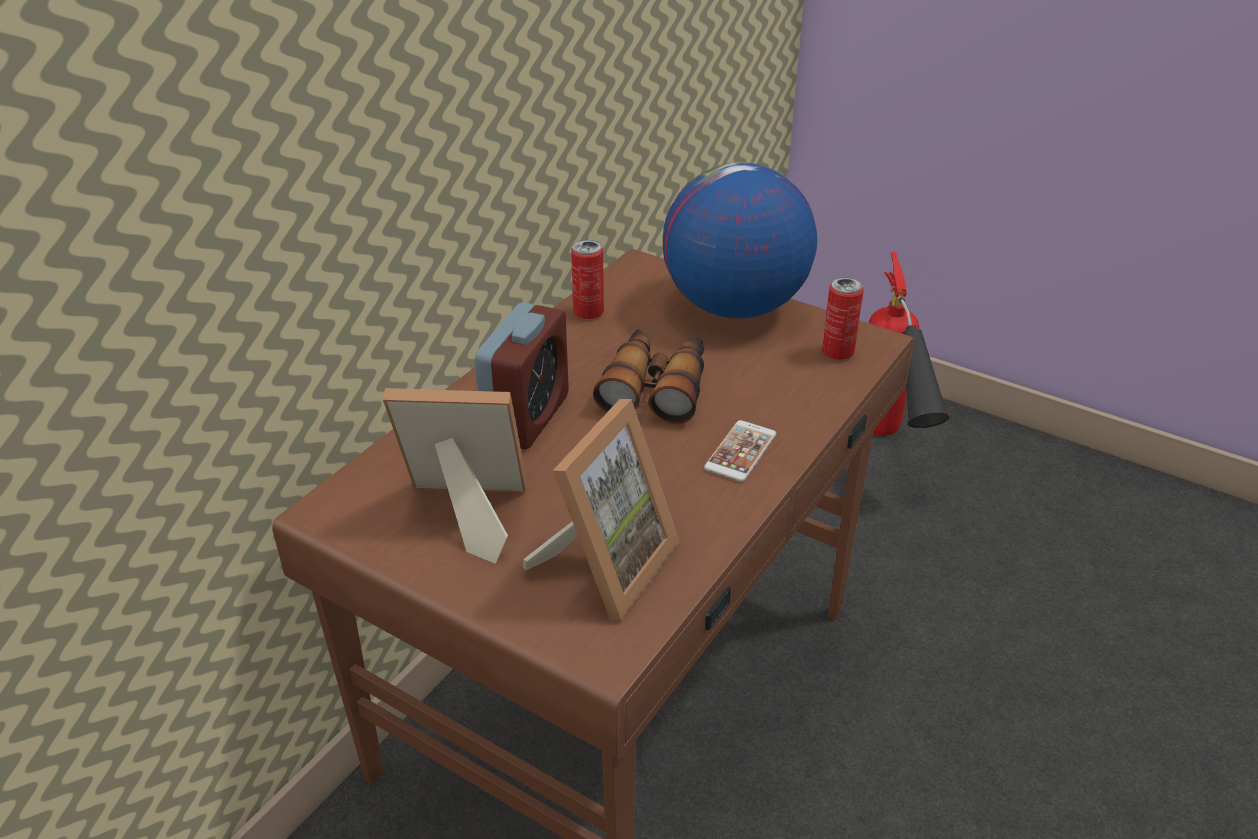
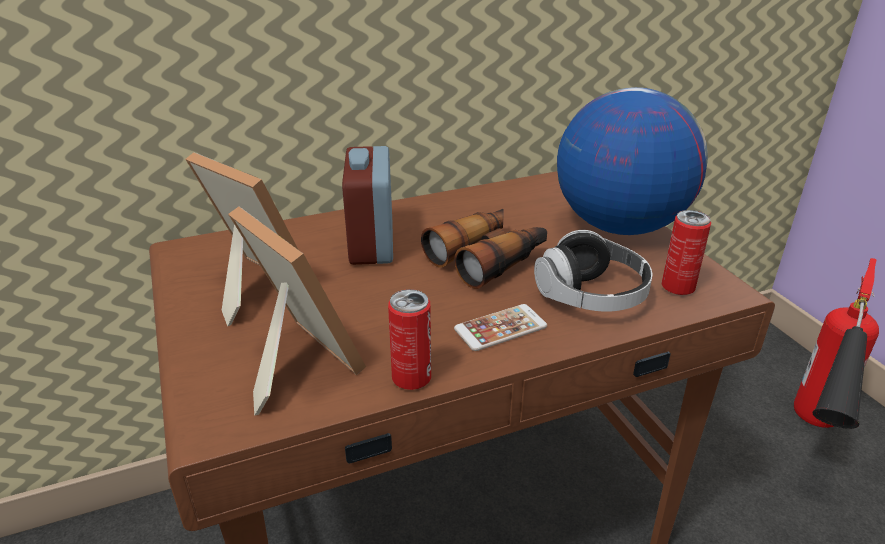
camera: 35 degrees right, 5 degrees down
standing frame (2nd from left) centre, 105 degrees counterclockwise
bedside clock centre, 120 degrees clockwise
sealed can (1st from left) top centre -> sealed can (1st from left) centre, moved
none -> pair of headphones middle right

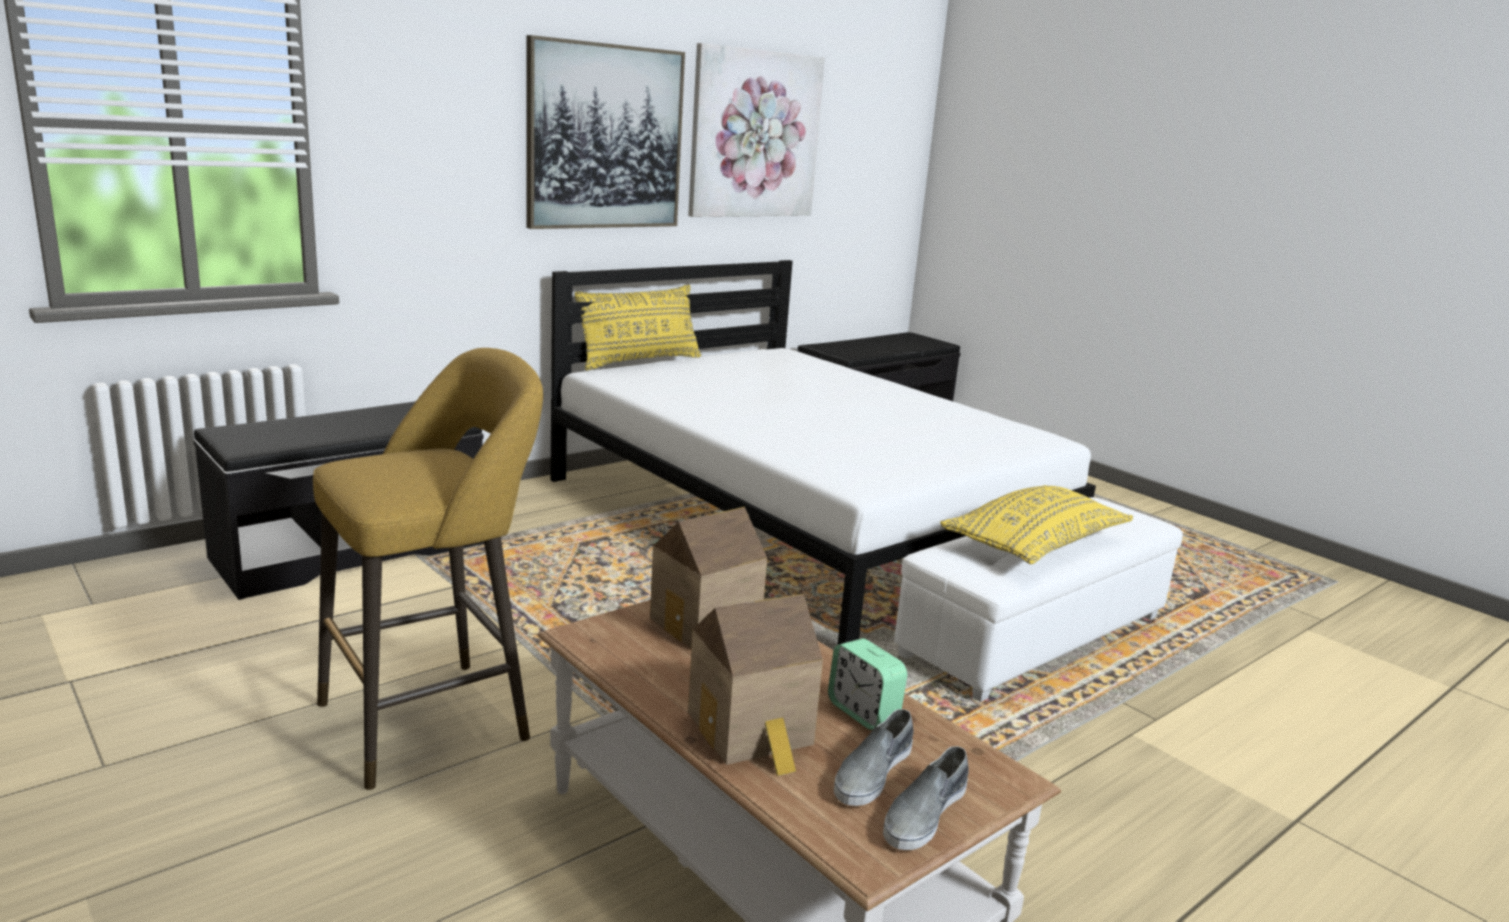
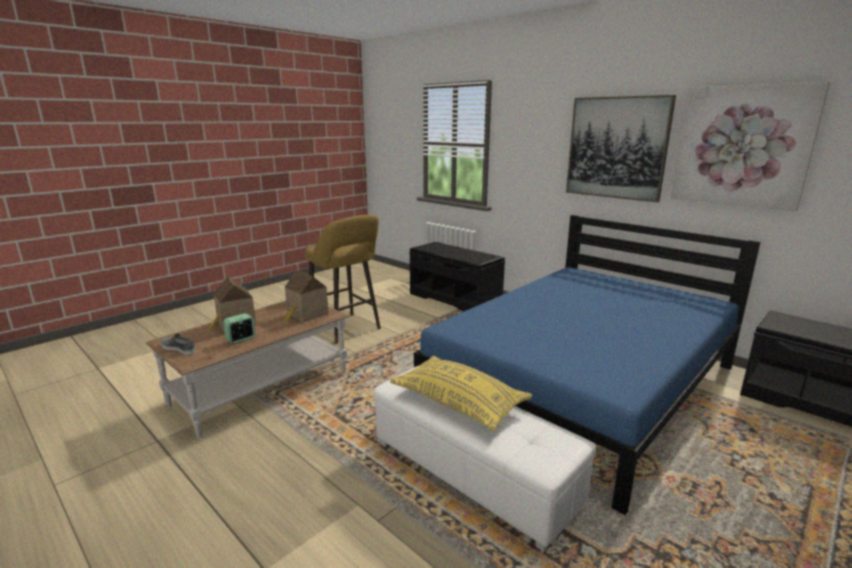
camera: 85 degrees right, 0 degrees up
white-coloured sleeping bed centre -> blue-coloured sleeping bed middle right
yellow cushion (1st from left) centre -> none
greyish item of footwear (1st from left) bottom centre -> none

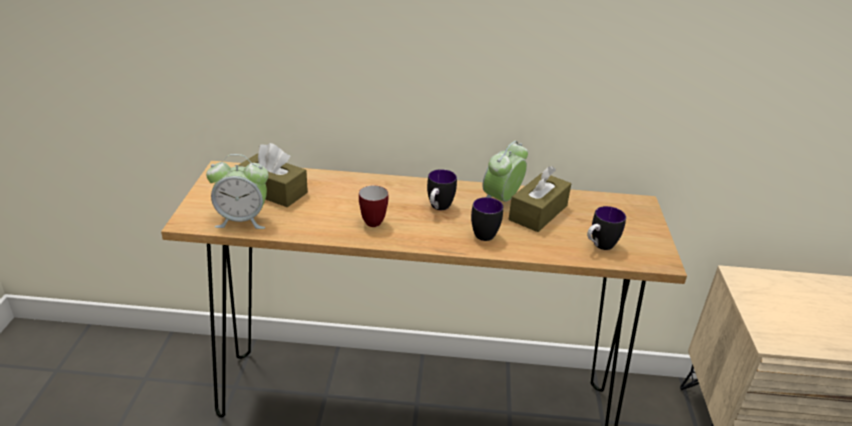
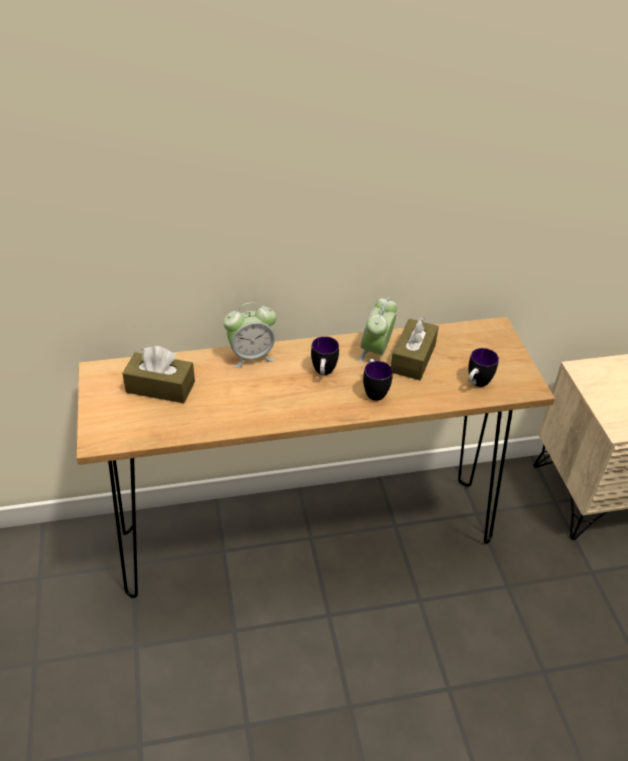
camera: 15 degrees left, 10 degrees up
bedside clock (1st from left) middle left -> bedside clock (1st from left) centre, moved
tea mug (1st from left) centre -> none

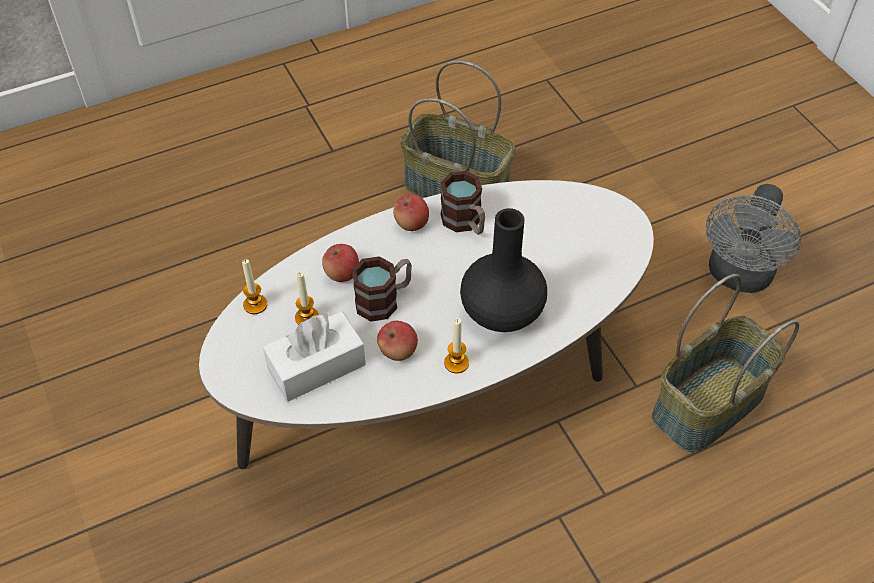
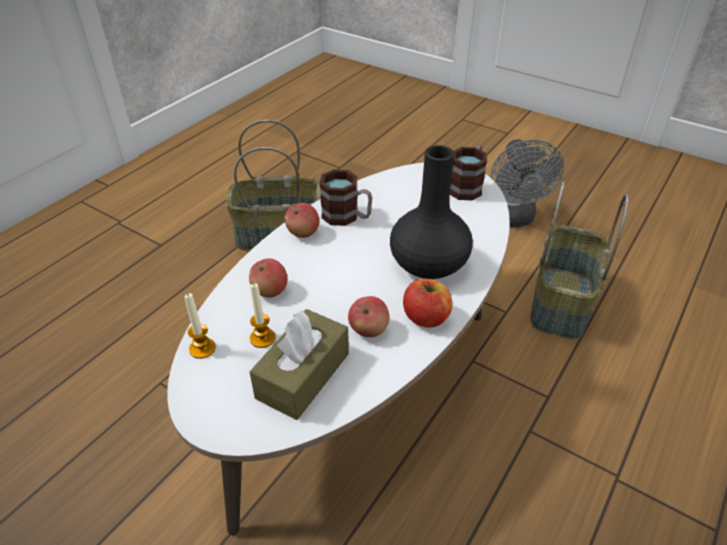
camera: 30 degrees left, 10 degrees down
white-coloured box of tissues centre -> brown box of tissues bottom centre
wax light (3rd from left) centre -> apple fruit (4th from left) centre
tea mug (1st from left in the first image) centre -> tea mug (2nd from left) top centre, moved

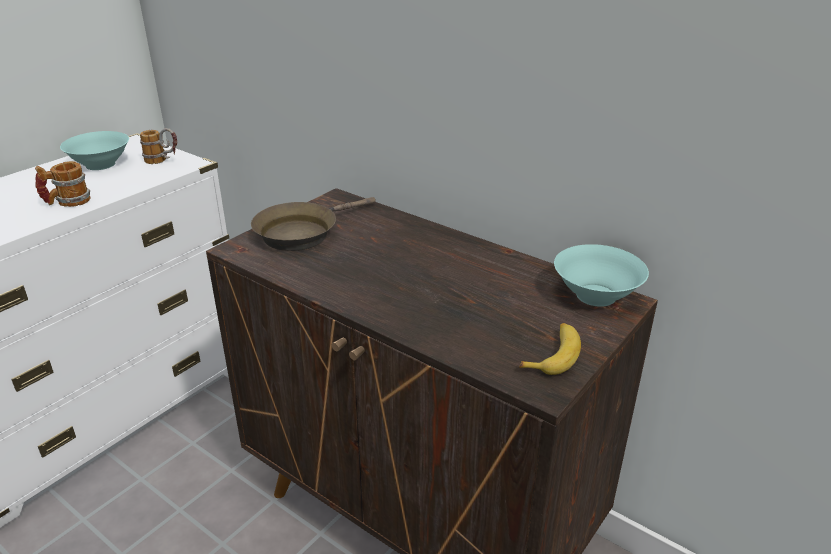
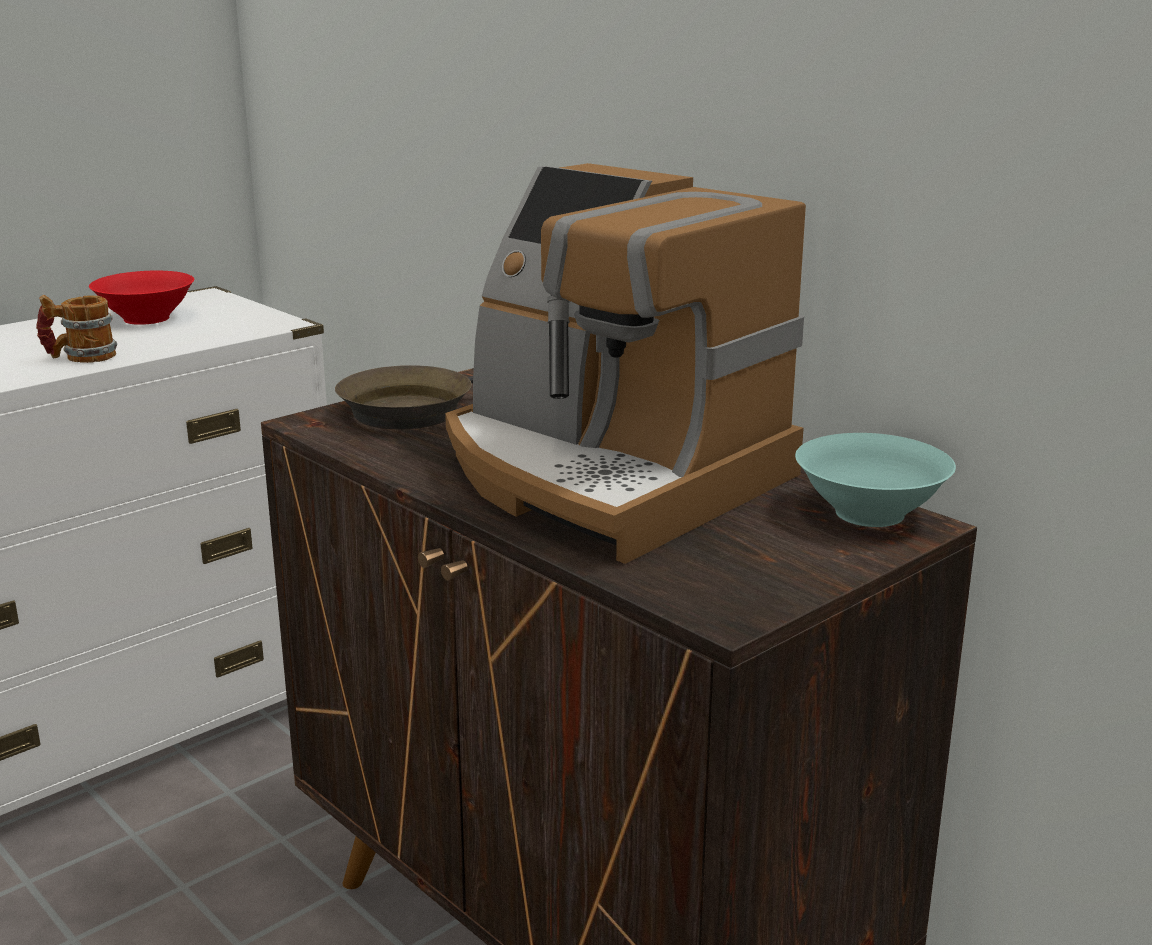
camera: 10 degrees right, 10 degrees down
blue-green deep dish (1st from left) top left -> red-coloured deep dish top left
none -> coffee maker centre
tea mug (2nd from left) top left -> none
banana fruit centre -> none

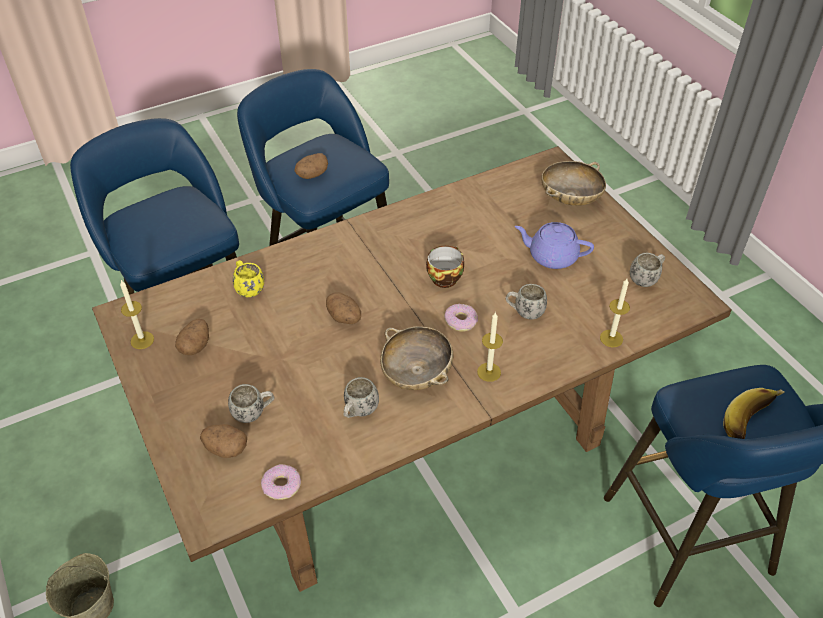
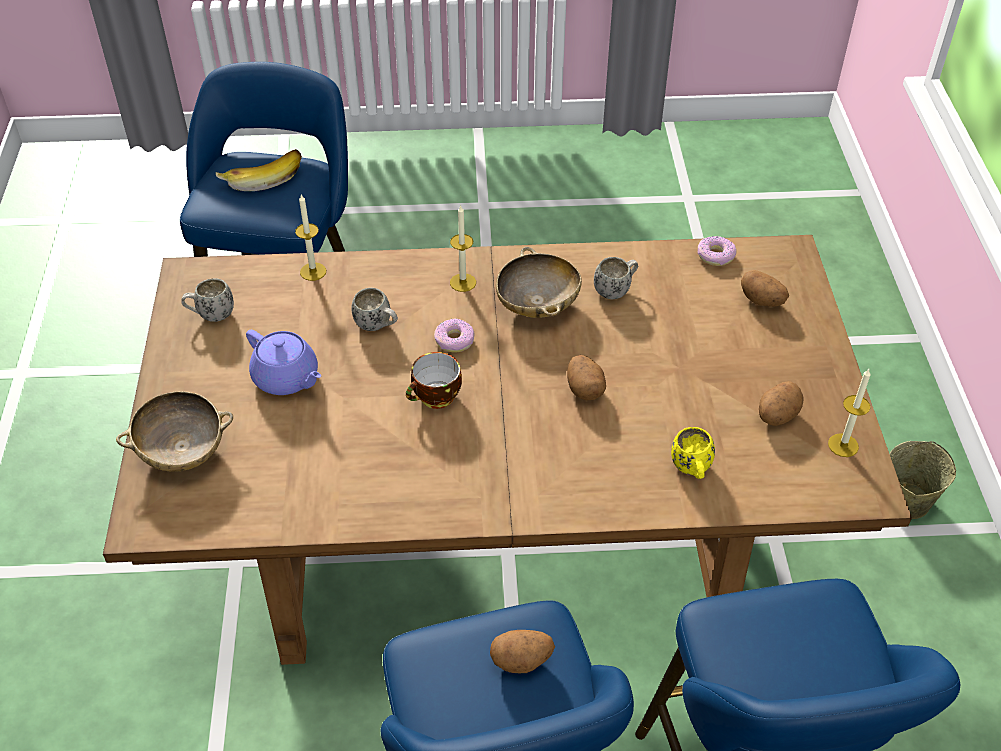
camera: 155 degrees left, 0 degrees up
white-coloured tea mug (1st from left) middle left -> none

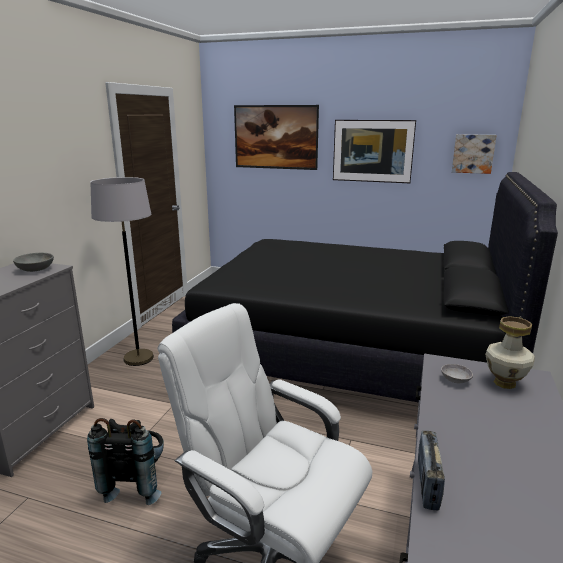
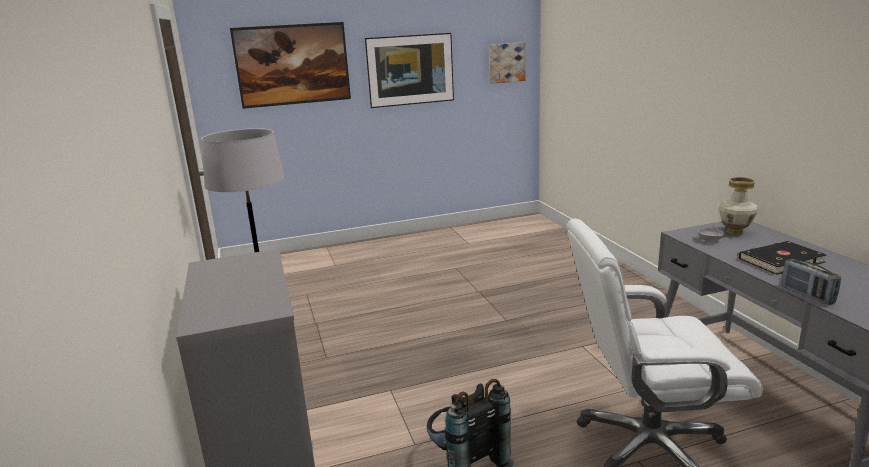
camera: 35 degrees left, 0 degrees up
none -> black-coloured volume middle right
greyish deep dish (1st from left) middle left -> none
black-coloured sleeping bed centre -> none

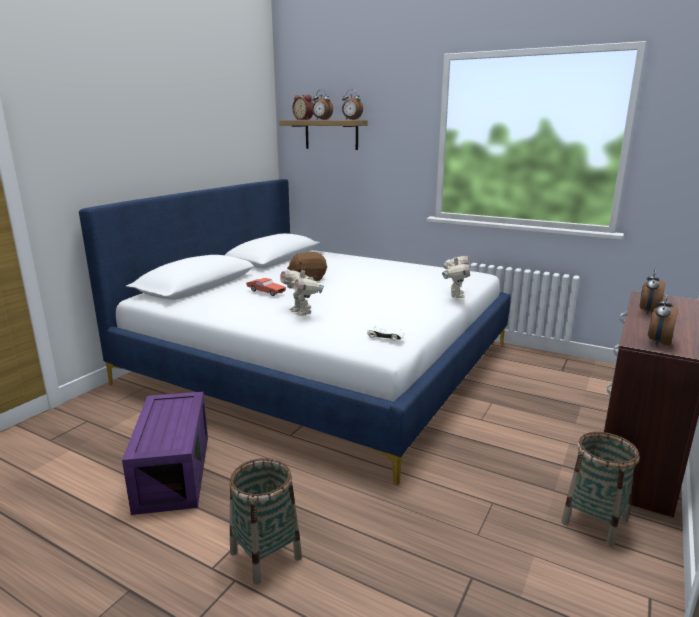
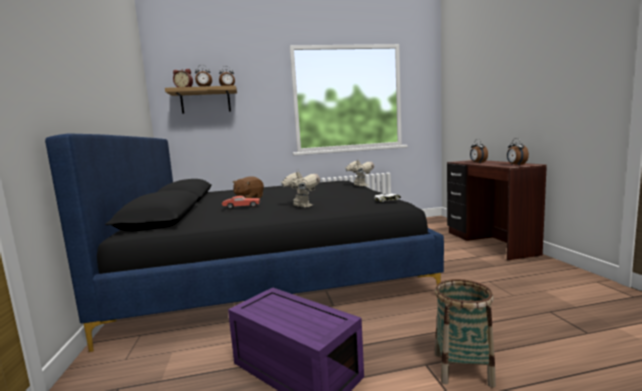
camera: 40 degrees left, 10 degrees down
white-coloured sleeping bed centre -> black-coloured sleeping bed centre
model robot (1st from left) centre, 150 degrees counterclockwise
basket (2nd from left) bottom right -> none

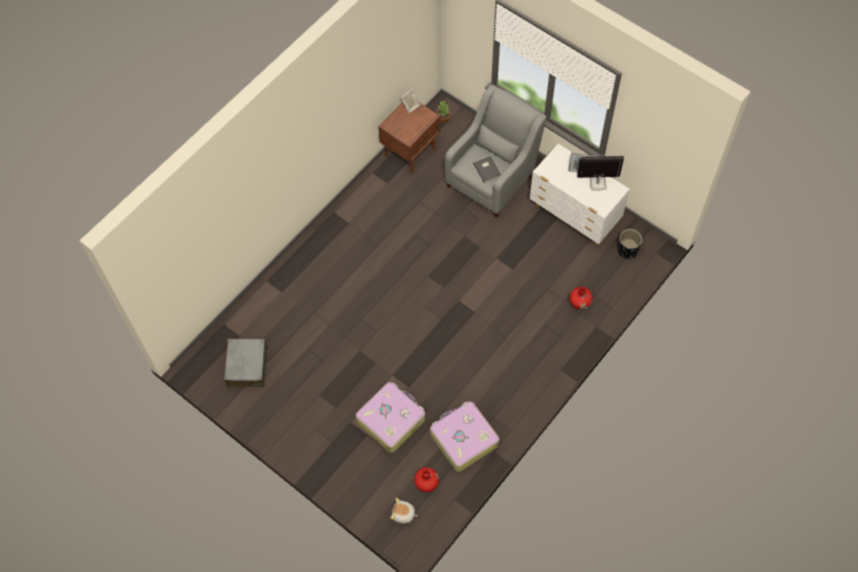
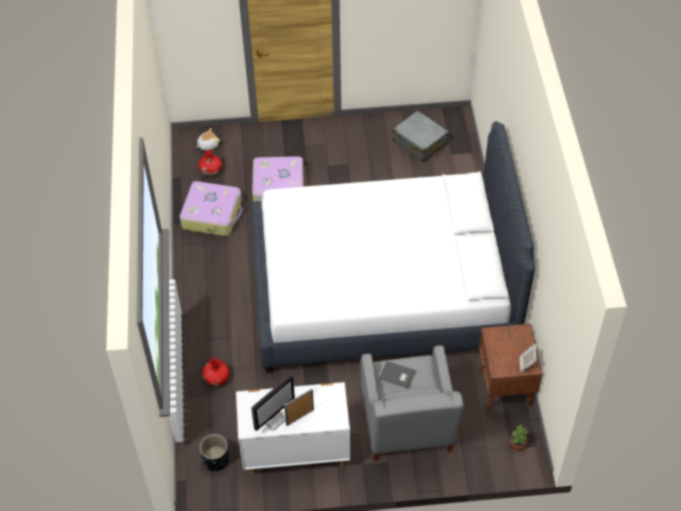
camera: 135 degrees right, 10 degrees down
none -> white-coloured sleeping bed centre

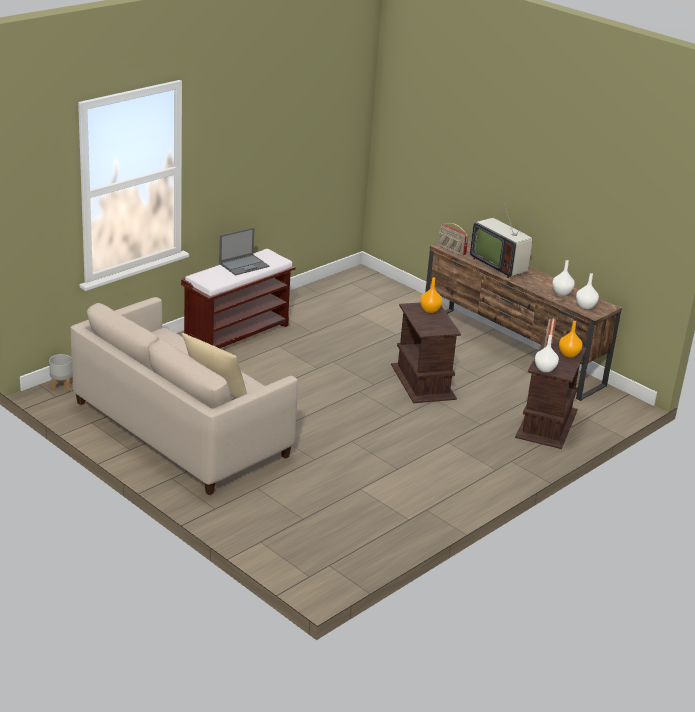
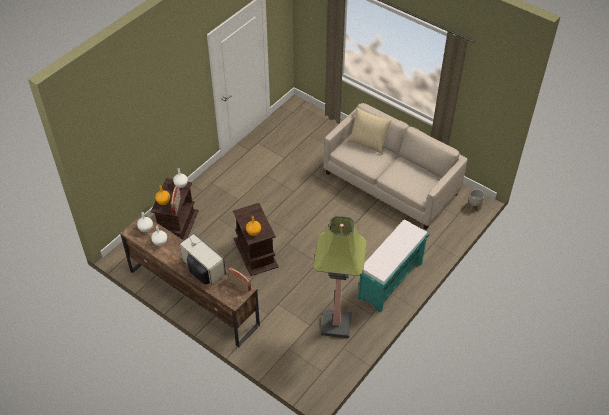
camera: 175 degrees right, 20 degrees up
none -> standard lamp bottom centre
brown indoor bench centre -> blue-green indoor bench centre
notebook computer centre -> none

